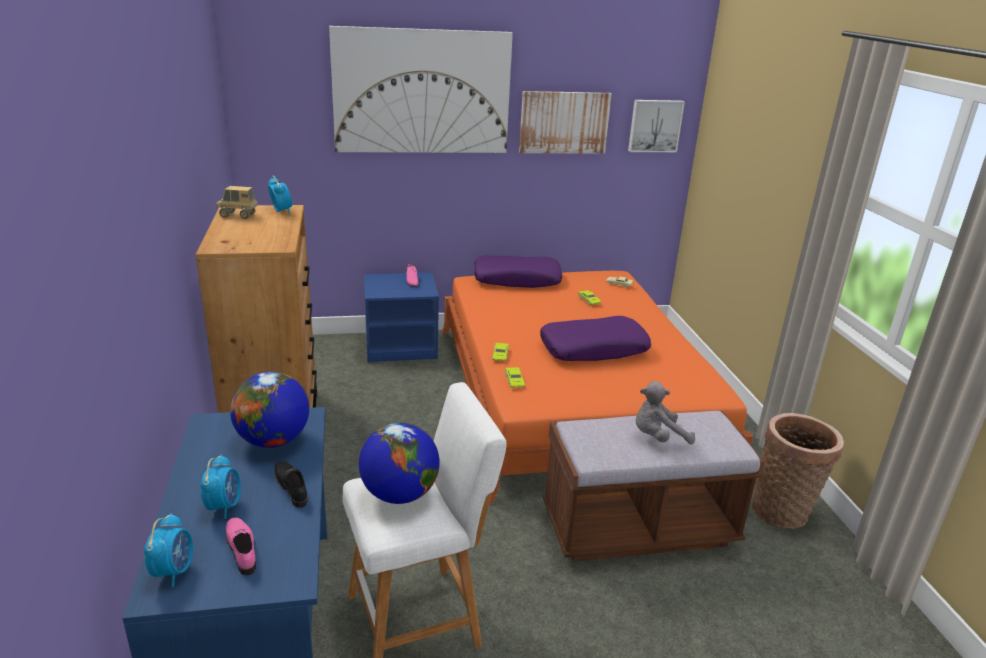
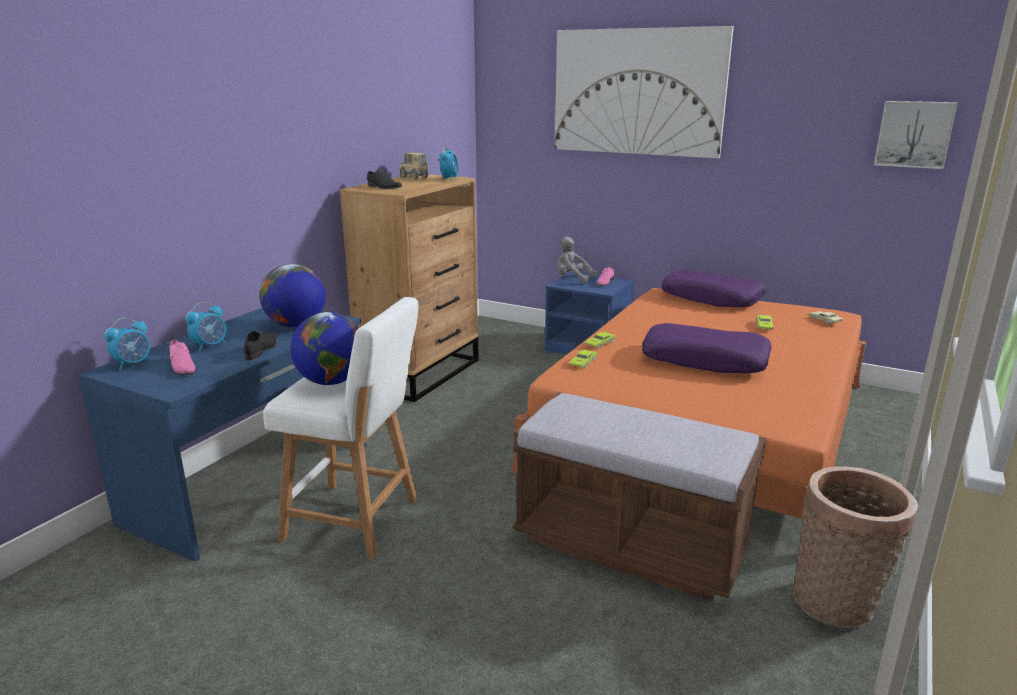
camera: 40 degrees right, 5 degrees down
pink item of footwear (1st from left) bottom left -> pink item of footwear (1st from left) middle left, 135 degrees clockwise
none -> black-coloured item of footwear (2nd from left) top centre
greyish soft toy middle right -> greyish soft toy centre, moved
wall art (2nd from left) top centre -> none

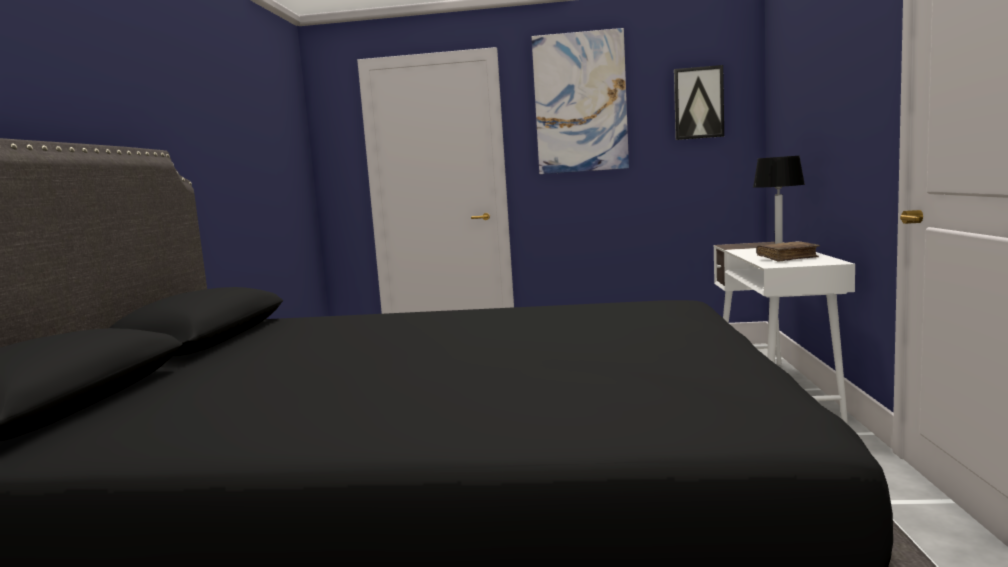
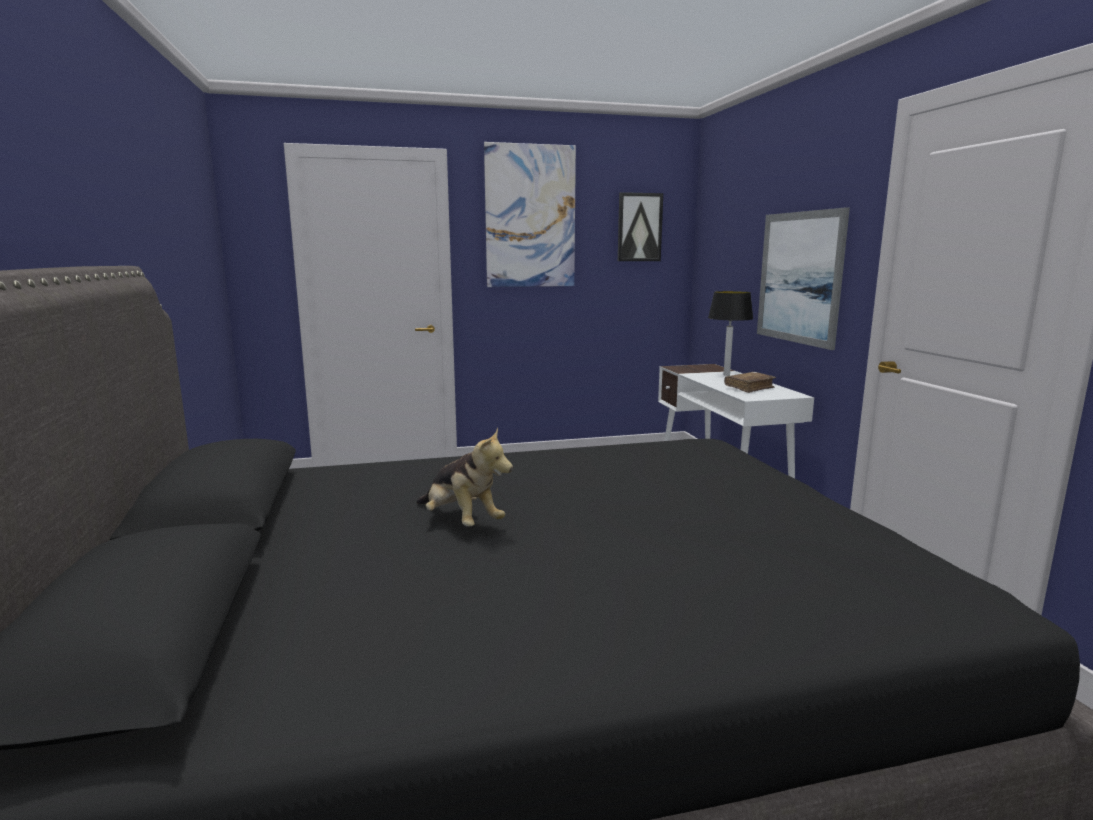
camera: 20 degrees left, 5 degrees up
none -> soft toy centre
none -> wall art (3rd from left) middle right

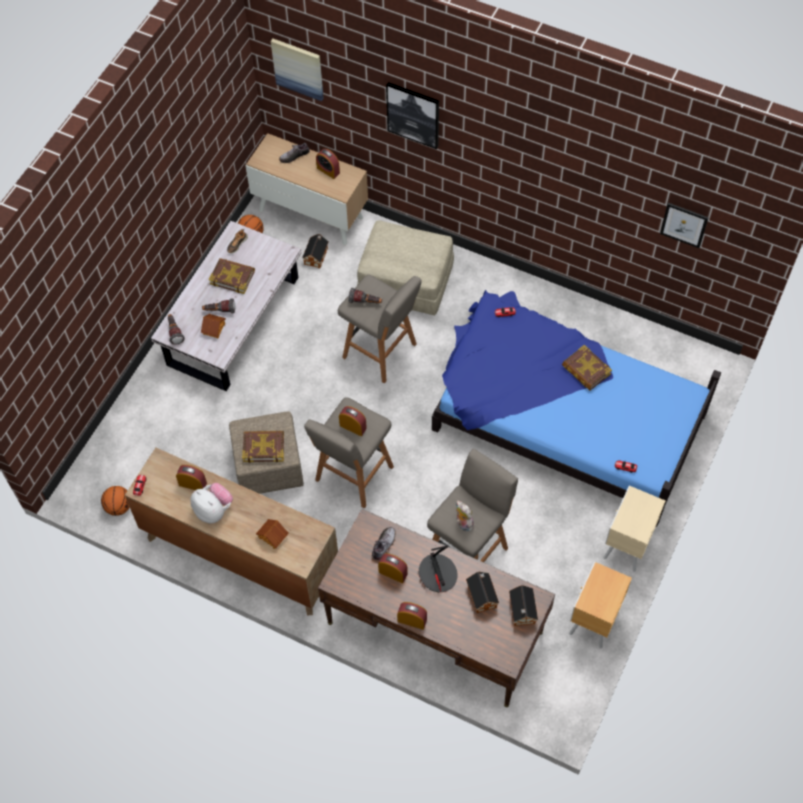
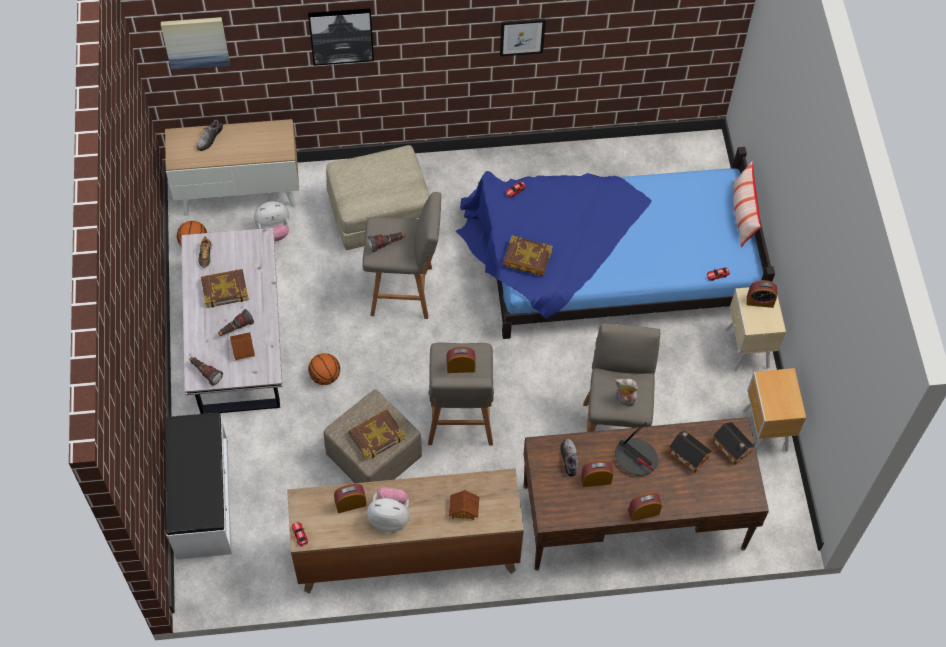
camera: 35 degrees left, 0 degrees up
none -> white-coloured indoor bench bottom left
toy house (3rd from left) top centre -> soft toy (1st from left) middle left
ball for basketball (1st from left in the first image) middle left -> ball for basketball (2nd from left) centre, moved
wall art (3rd from left) top right -> wall art (3rd from left) top centre, moved
volume (3rd from left) middle right -> volume (3rd from left) centre, moved
none -> cushion top right
bedside clock (2nd from left in the first image) top centre -> bedside clock (5th from left) middle right, moved

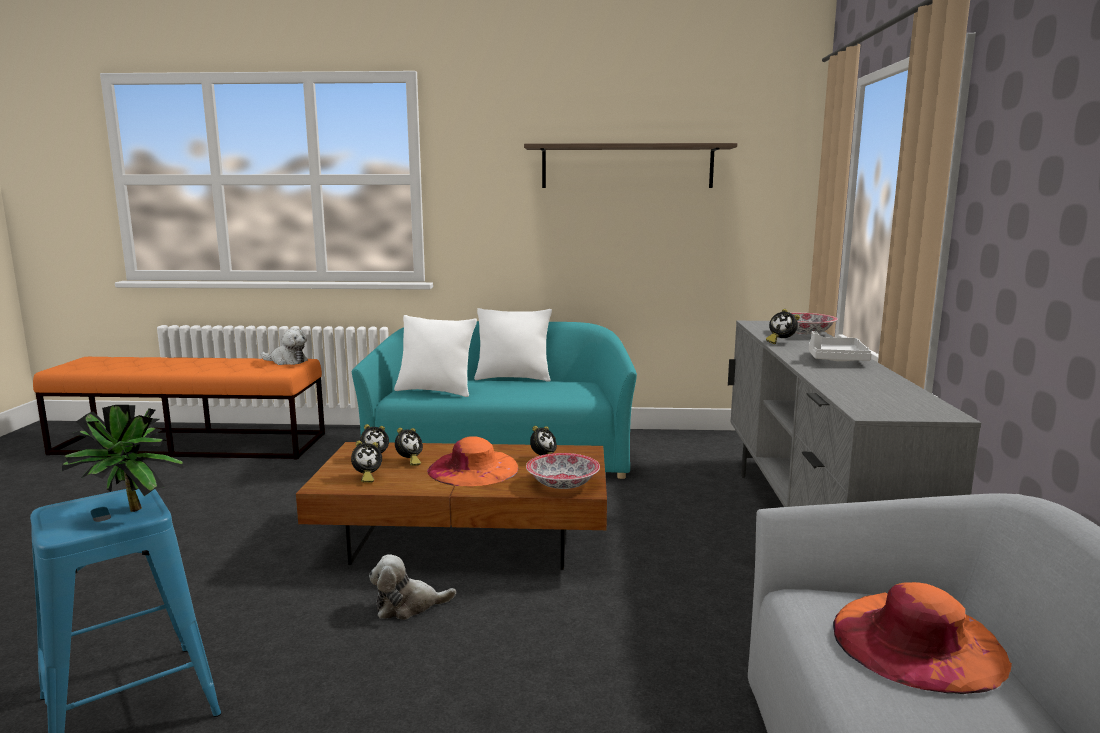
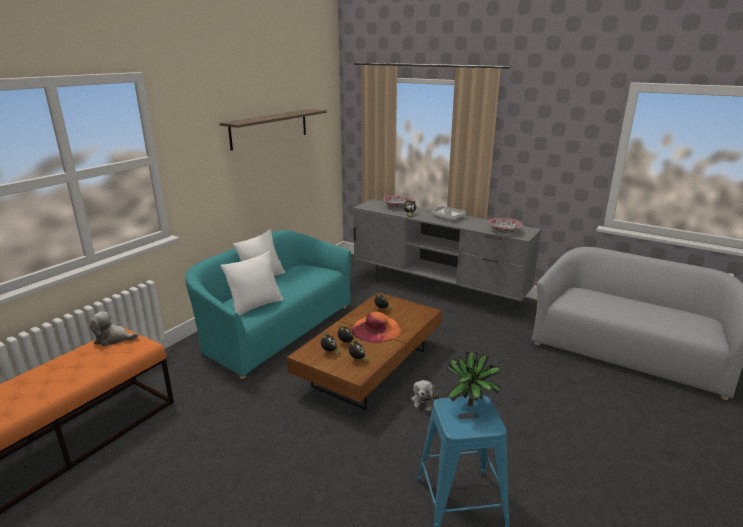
camera: 60 degrees left, 10 degrees up
soft toy (1st from left) middle left, 135 degrees counterclockwise
deep dish (1st from left in the first image) centre -> deep dish (2nd from left) middle right, moved
orange-coloured clothing hat (2nd from left) bottom right -> none

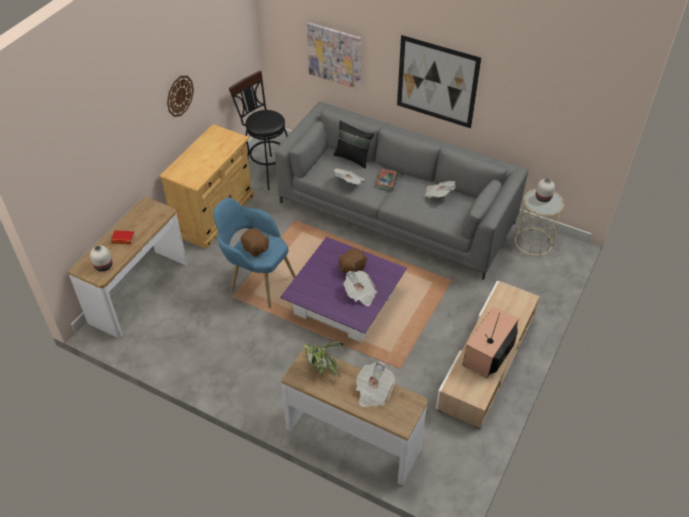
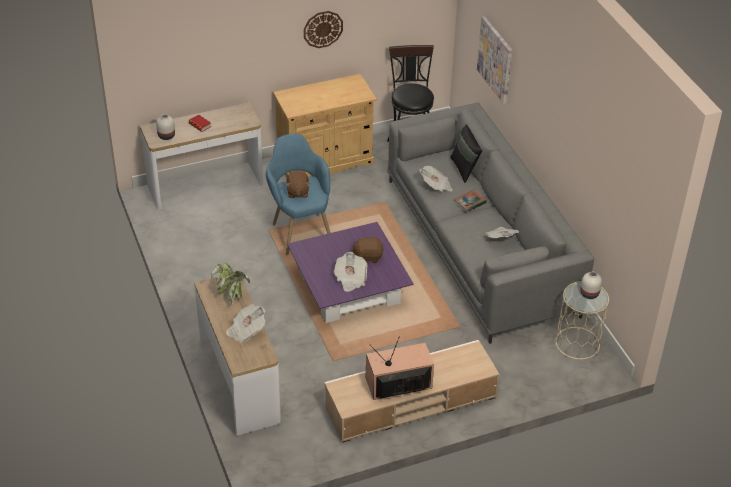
camera: 40 degrees right, 5 degrees down
wall art (2nd from left) top centre -> none

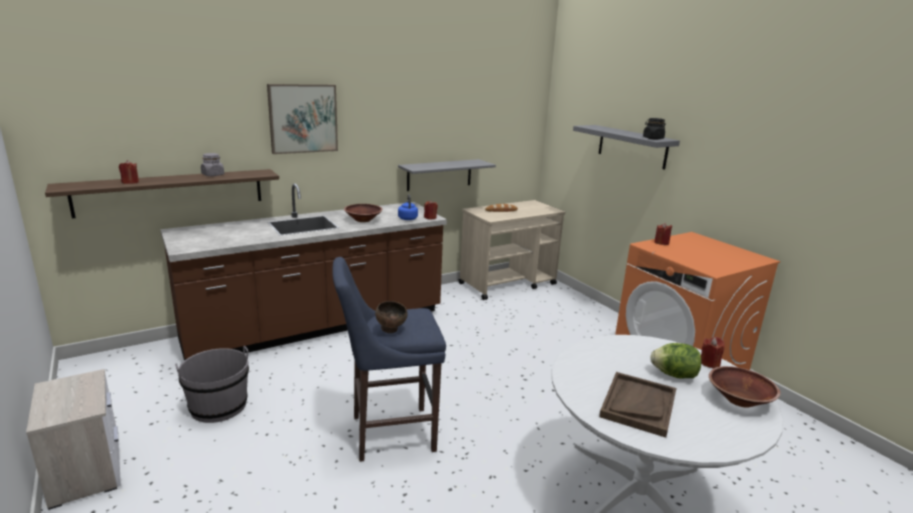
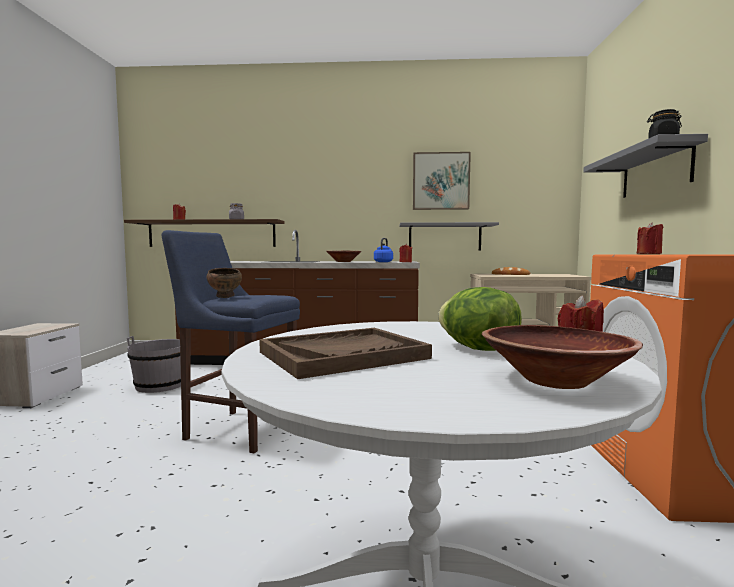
camera: 35 degrees right, 15 degrees down
wall art top left -> wall art top centre, moved

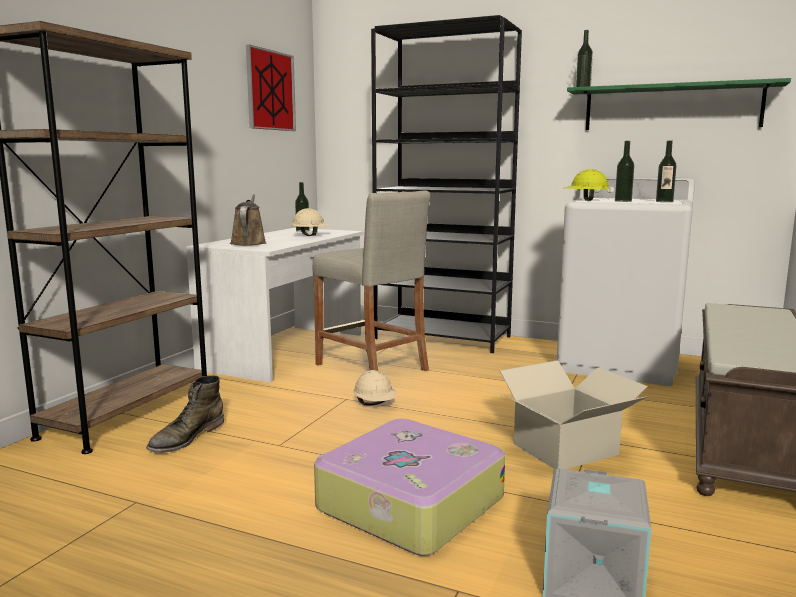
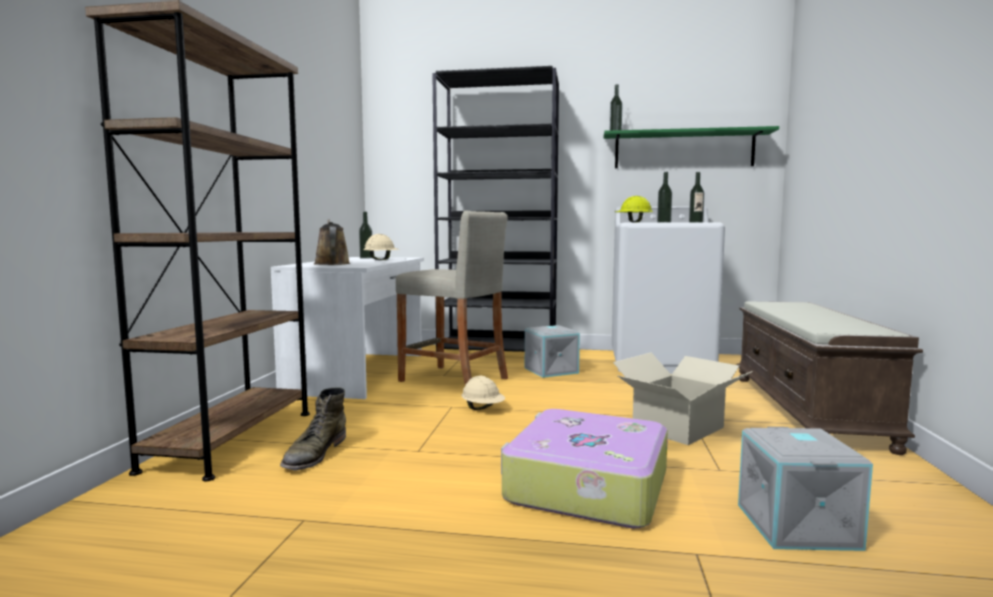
camera: 15 degrees left, 5 degrees down
none -> greyish storage bin (1st from left) centre
wall art top centre -> none

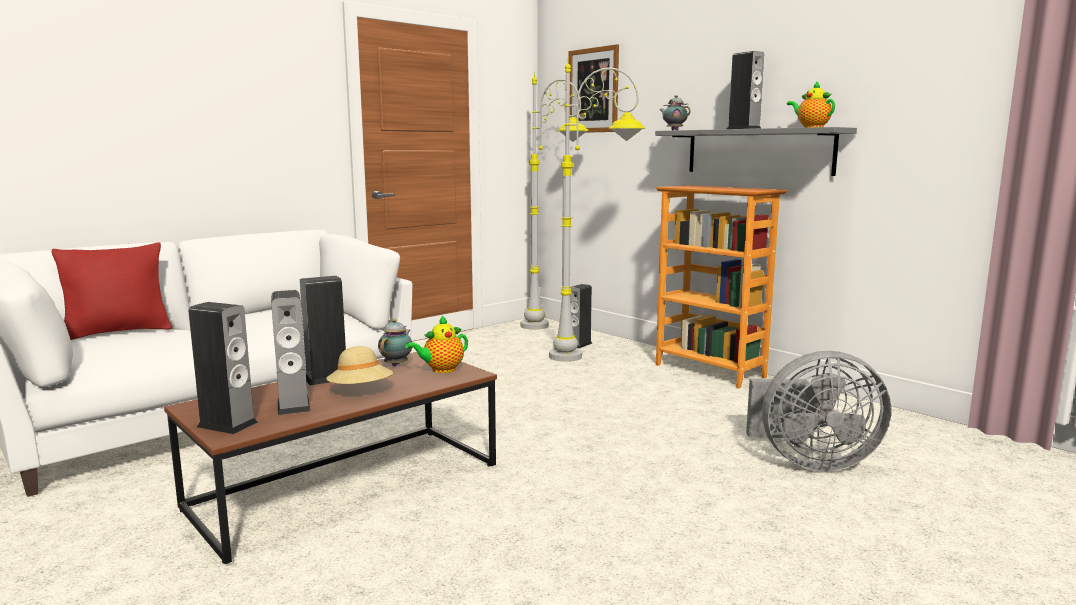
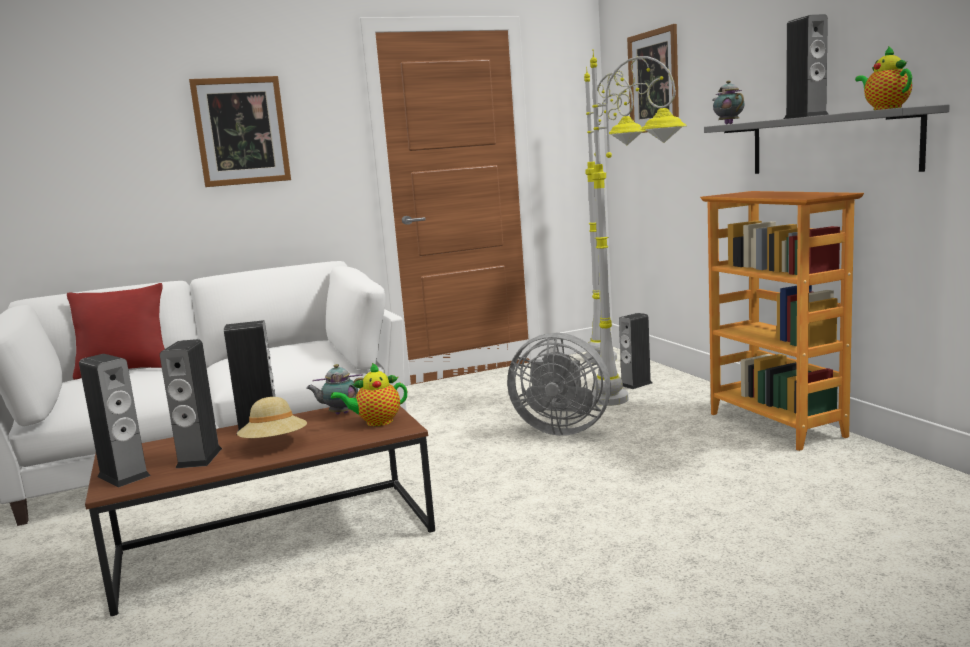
camera: 20 degrees right, 0 degrees up
none -> wall art (1st from left) top left
pot for tea (1st from left) centre, 135 degrees counterclockwise
greyish electric fan bottom right -> greyish electric fan centre, moved

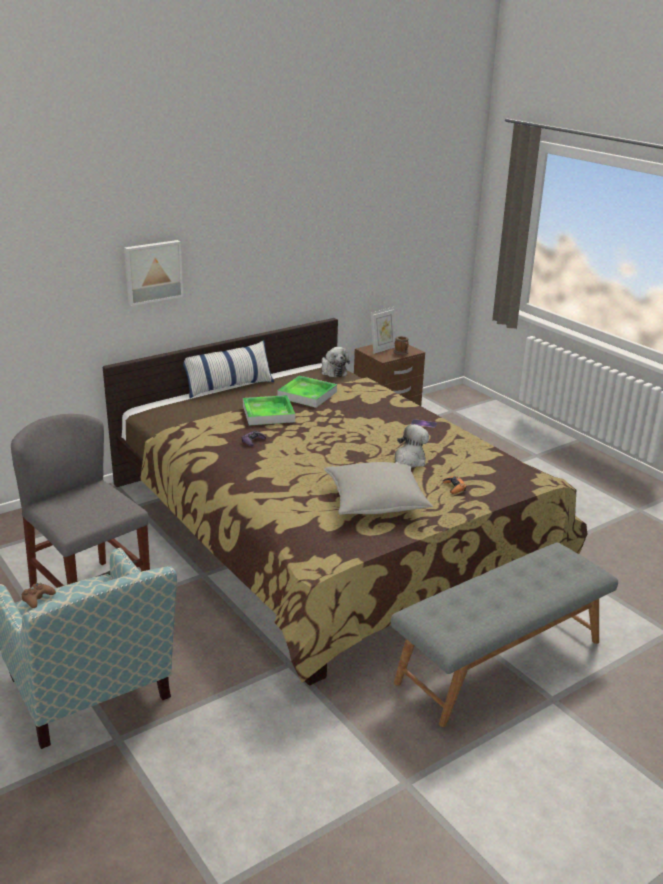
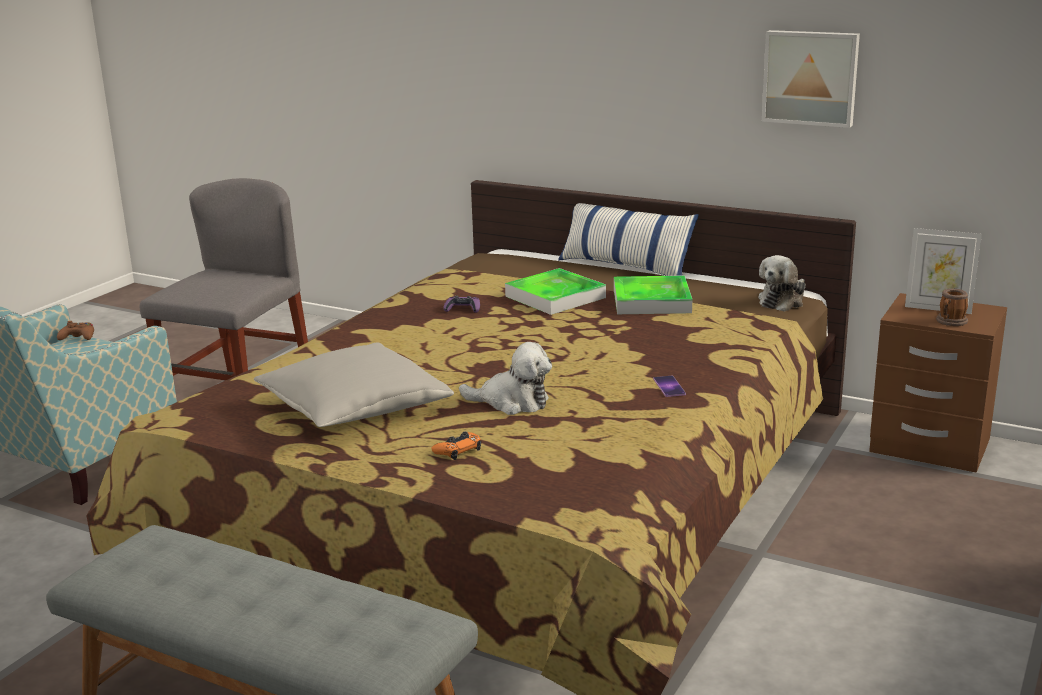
camera: 65 degrees right, 5 degrees down
wall art top left -> wall art top right, moved

